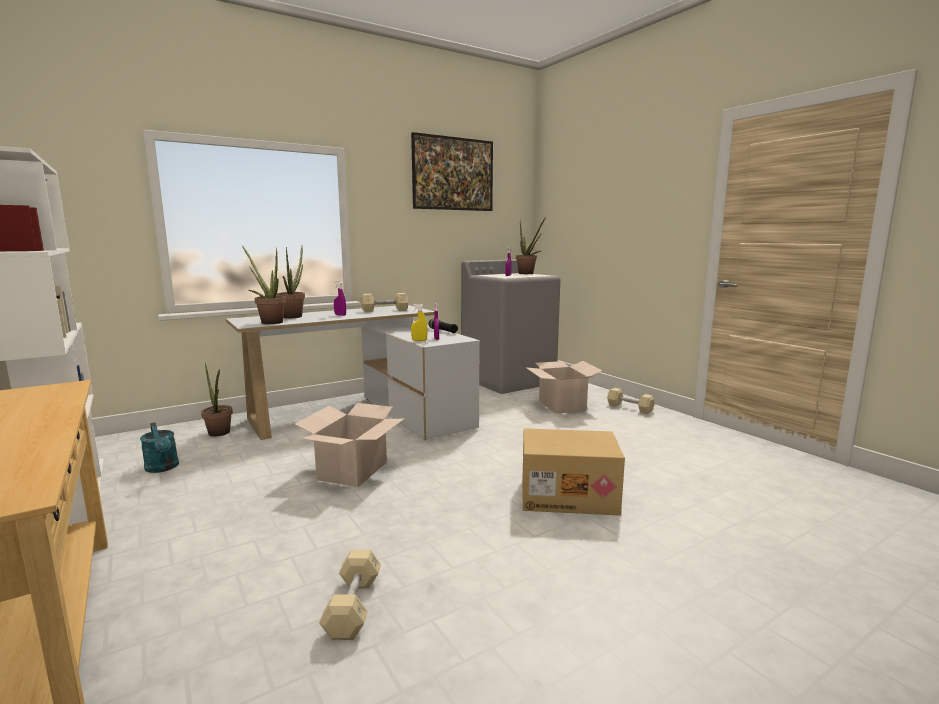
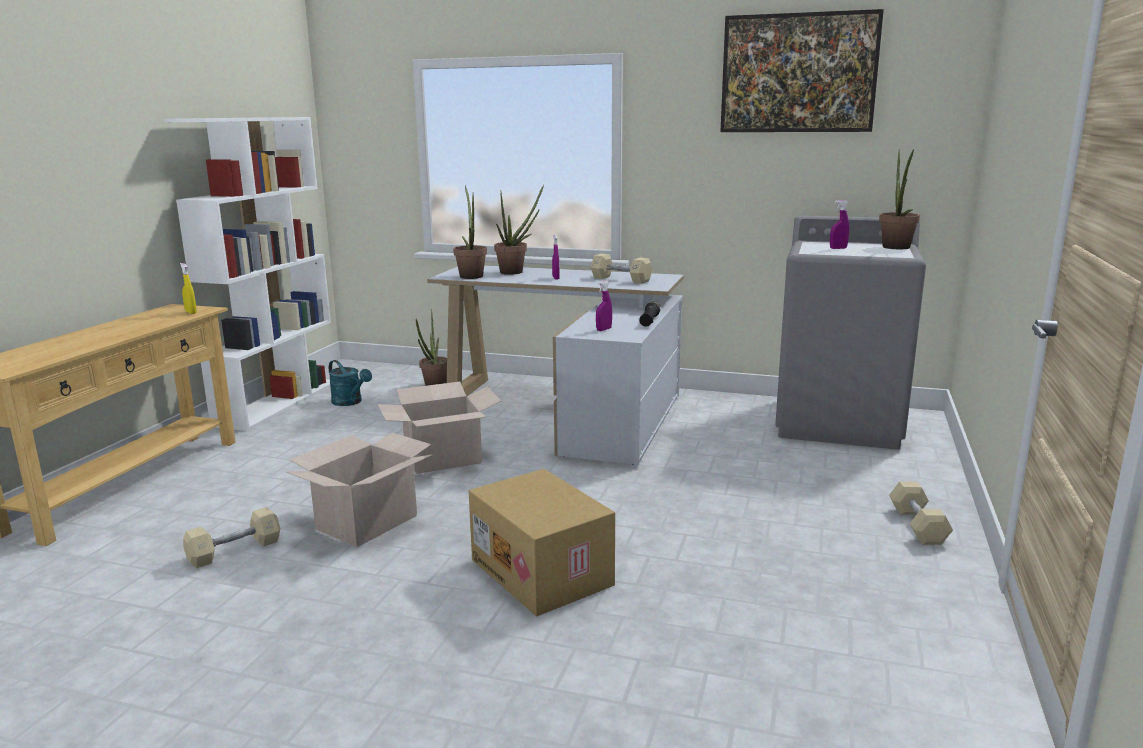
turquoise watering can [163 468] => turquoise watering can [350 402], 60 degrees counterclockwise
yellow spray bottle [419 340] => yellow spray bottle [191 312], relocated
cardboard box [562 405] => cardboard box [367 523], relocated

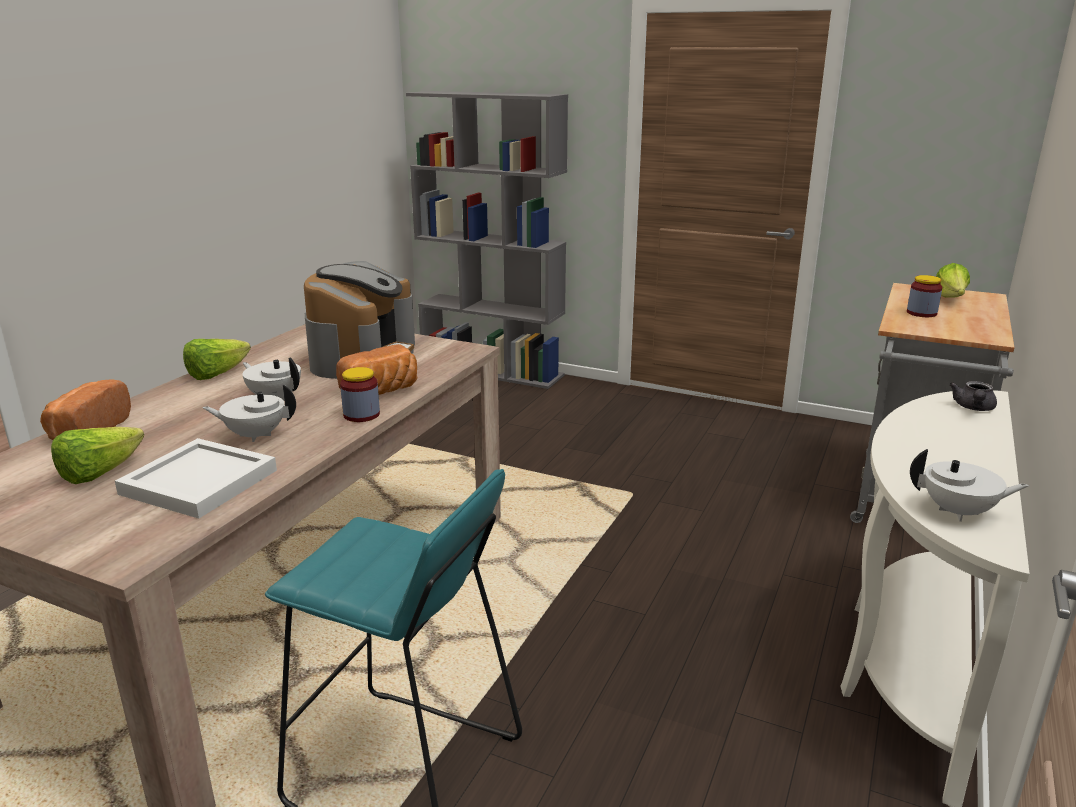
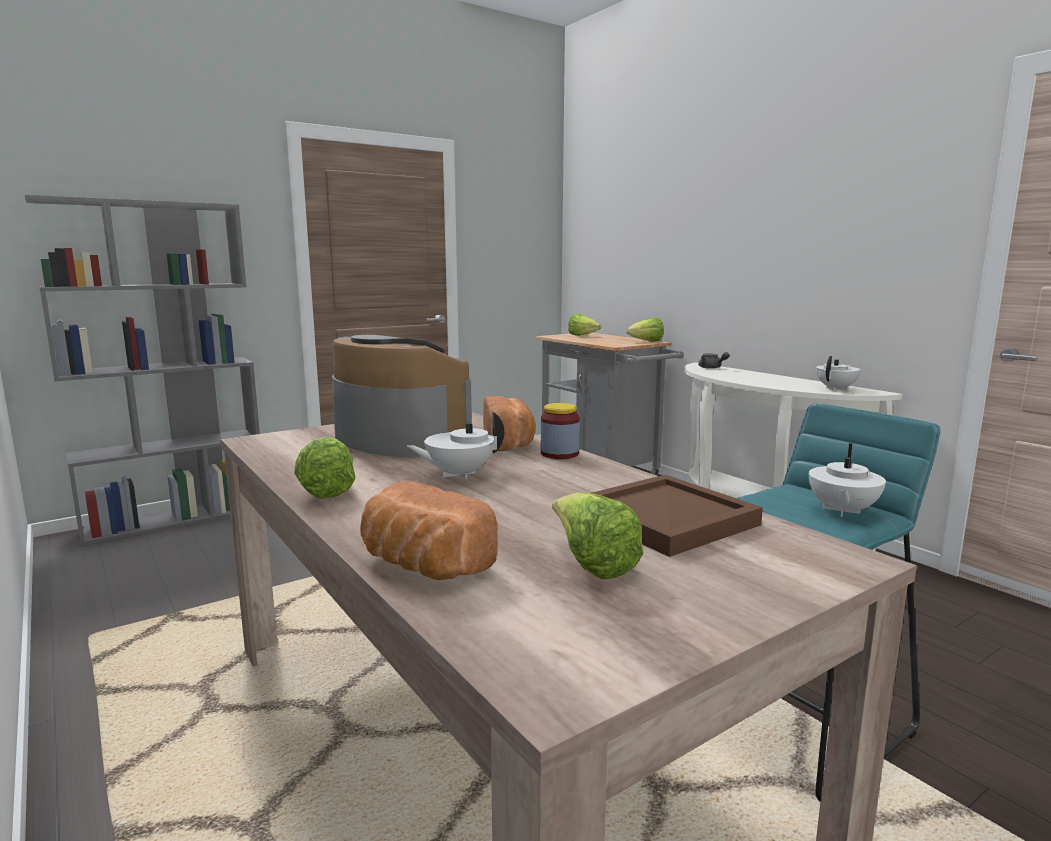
white tray [196 482] => brown tray [666 520]
white teapot [255 435] => white teapot [841 511], relocated
jar [921 313] => nothing
nothing => lettuce [646 342]

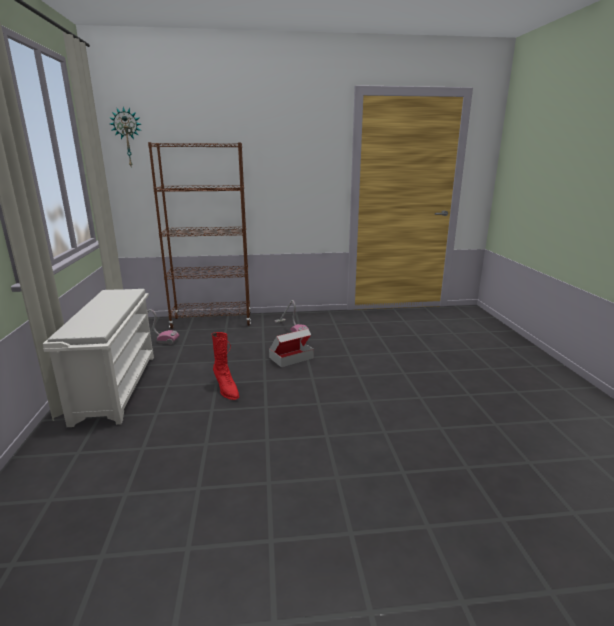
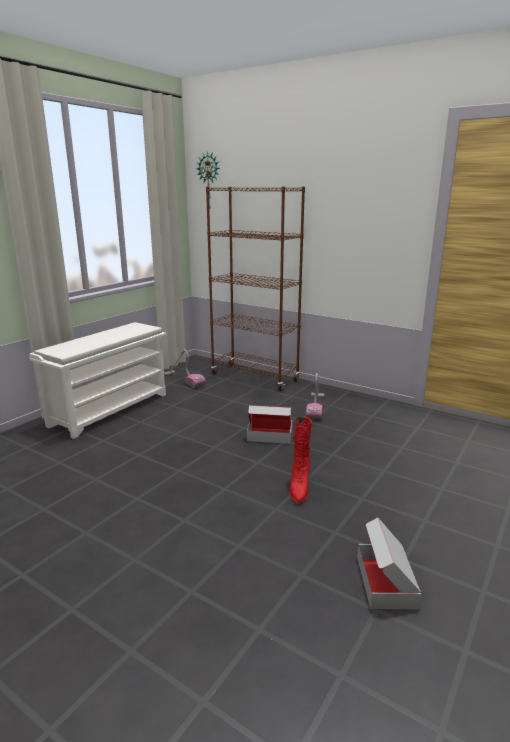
red boot [226 389] => red boot [299 487], relocated
nothing => cardboard box [386 582]

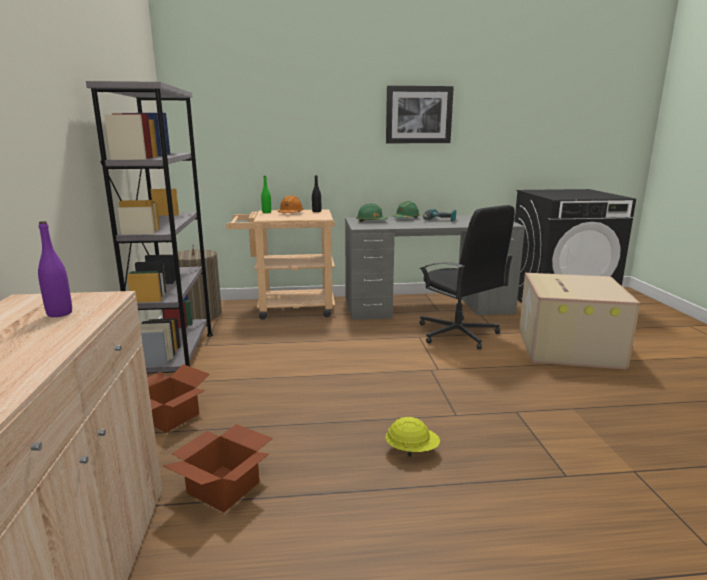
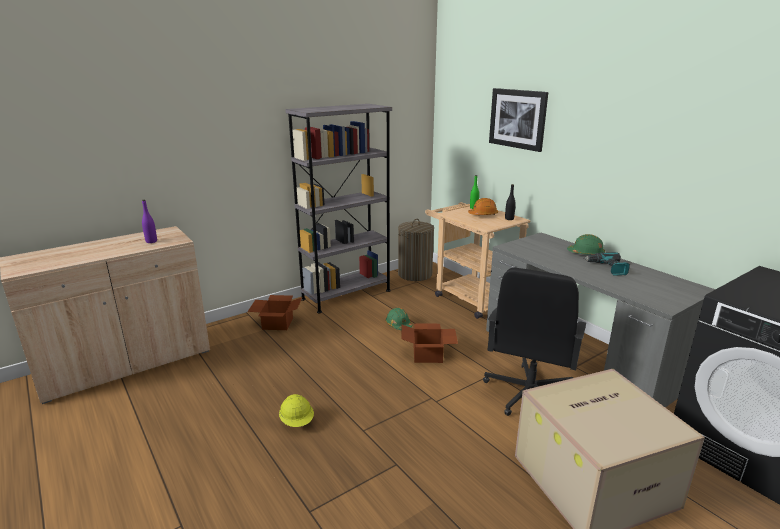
cardboard box [225 487] => cardboard box [428 355], relocated
green hard hat [371 221] => green hard hat [398 325], relocated
picture [418 115] => picture [517 119], relocated

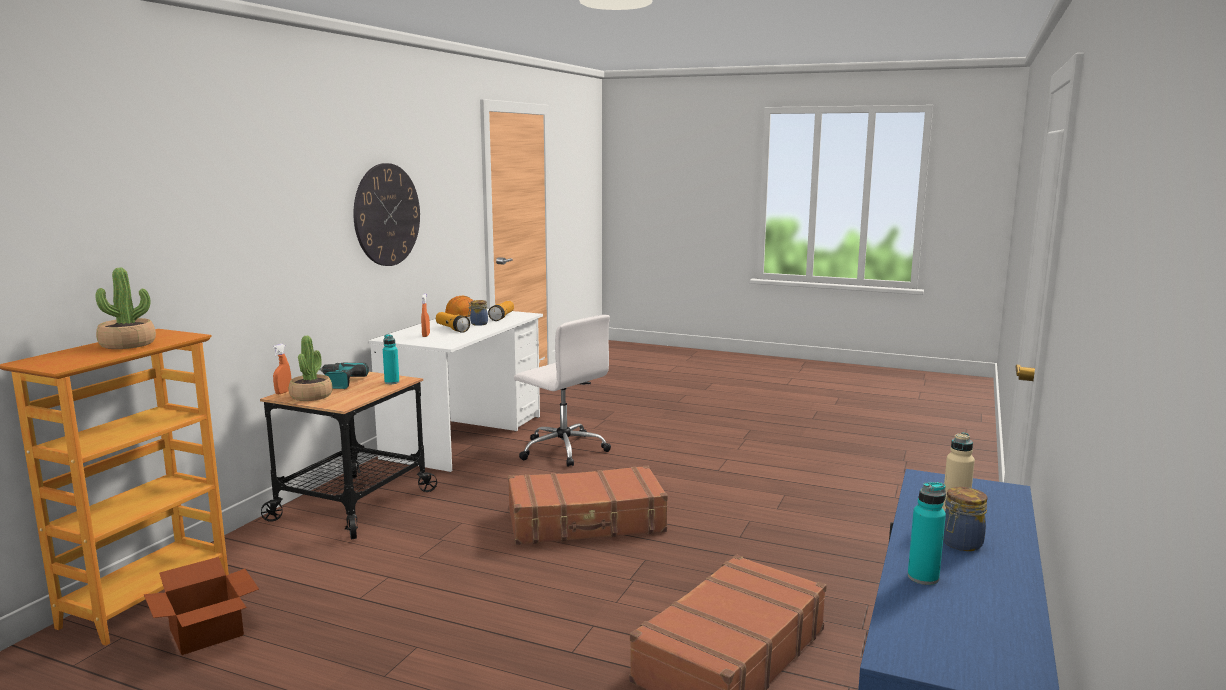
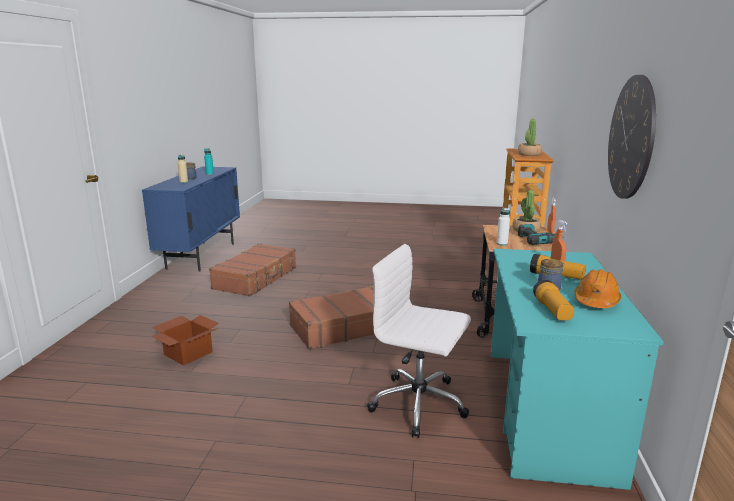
cardboard box [205 633] => cardboard box [188 352], relocated
white desk [465 437] => turquoise desk [546 411]
turquoise bottle [392 382] => white bottle [502 244]

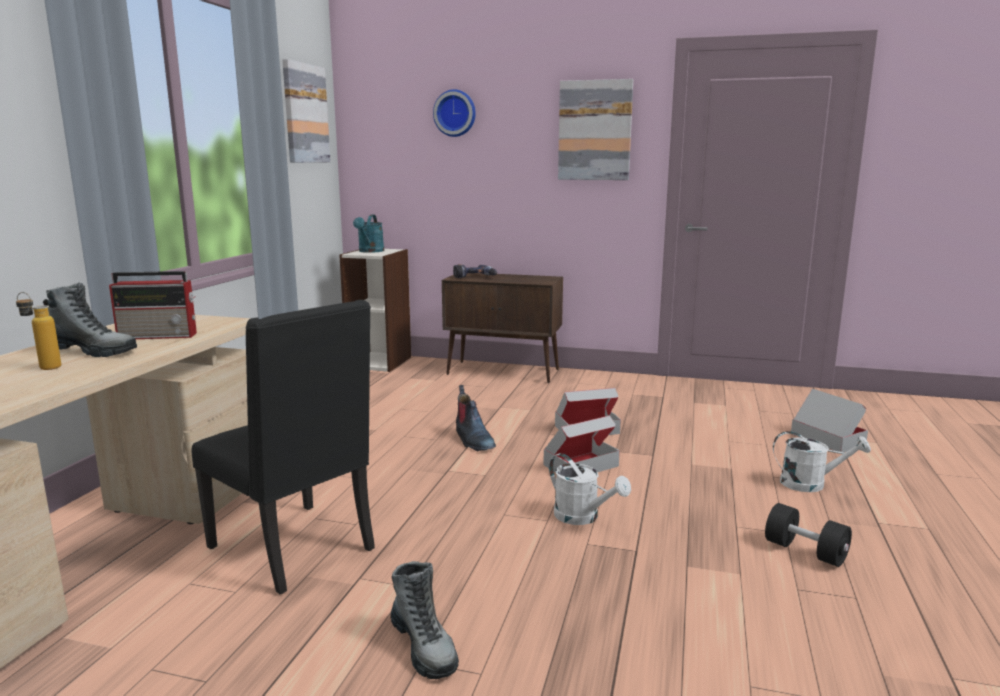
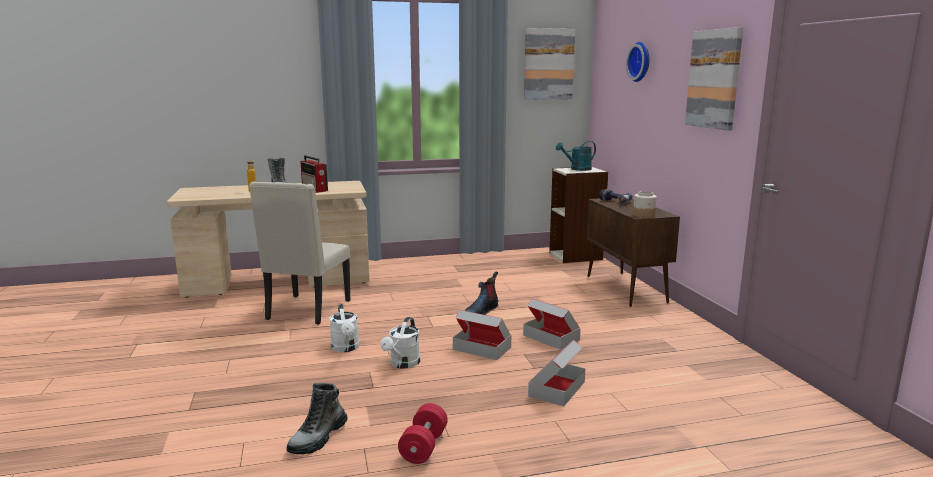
black chair [296 548] => beige chair [307 310]
boot [424 646] => boot [318 438], relocated
black dumbbell [805 551] => red dumbbell [423 447]
white watering can [811 484] => white watering can [346 348], relocated
cardboard box [827 439] => cardboard box [557 389], relocated
nothing => jar [644 215]

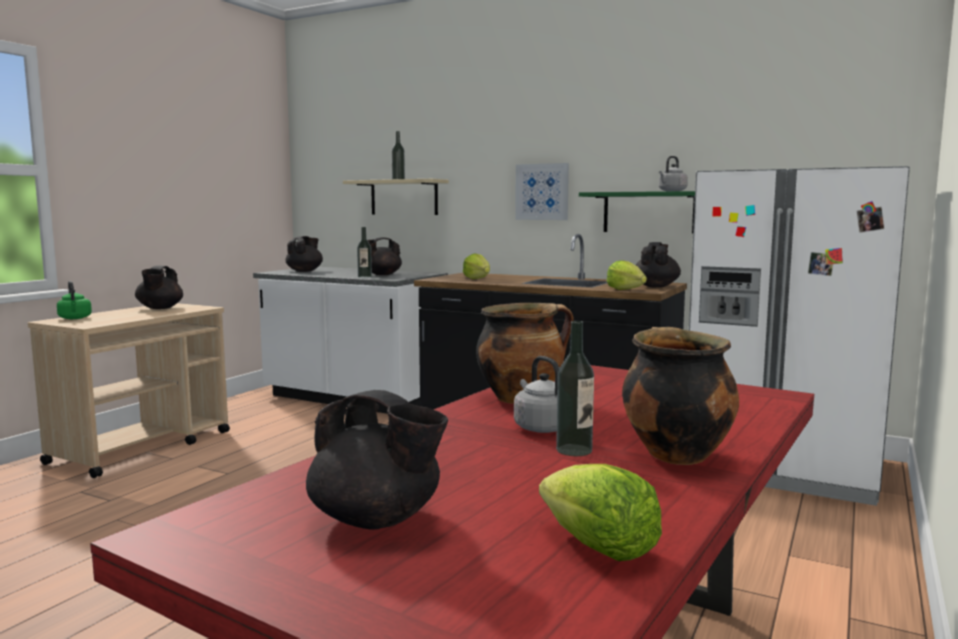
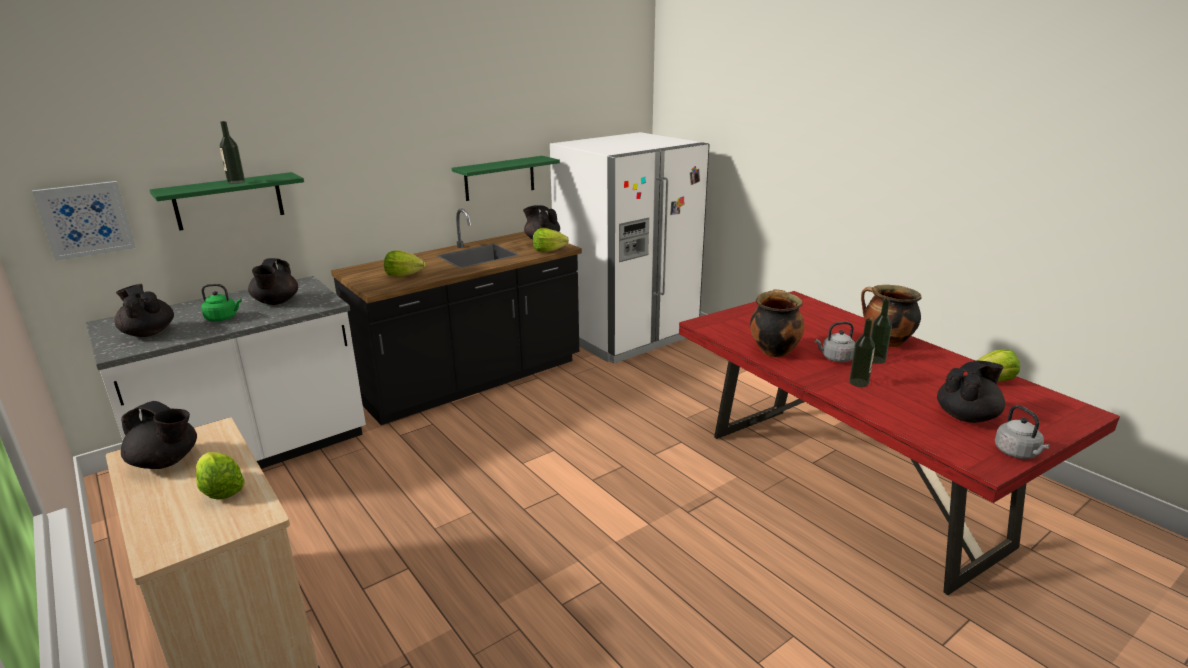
green kettle [75 318] => green kettle [223 318], relocated
beige shelf [404 197] => green shelf [229 201]
bottle [364 277] => bottle [858 382], relocated
picture [542 192] => picture [86 219], relocated
grey kettle [671 191] => grey kettle [1018 453], relocated
nothing => lettuce [221 490]

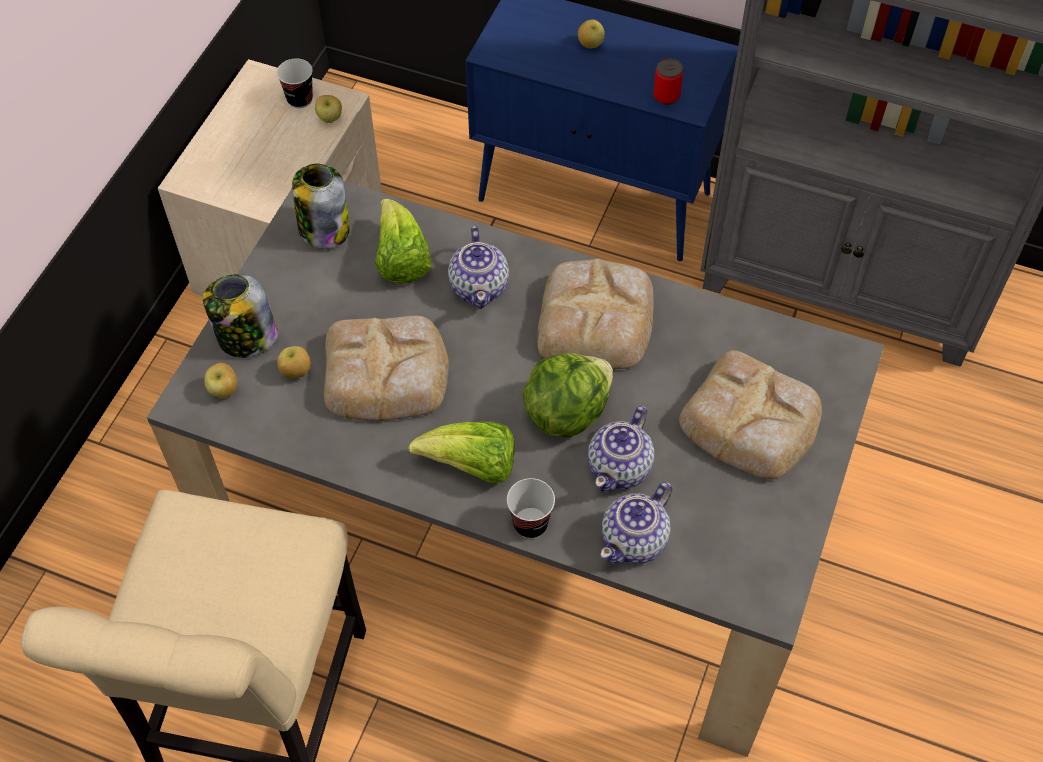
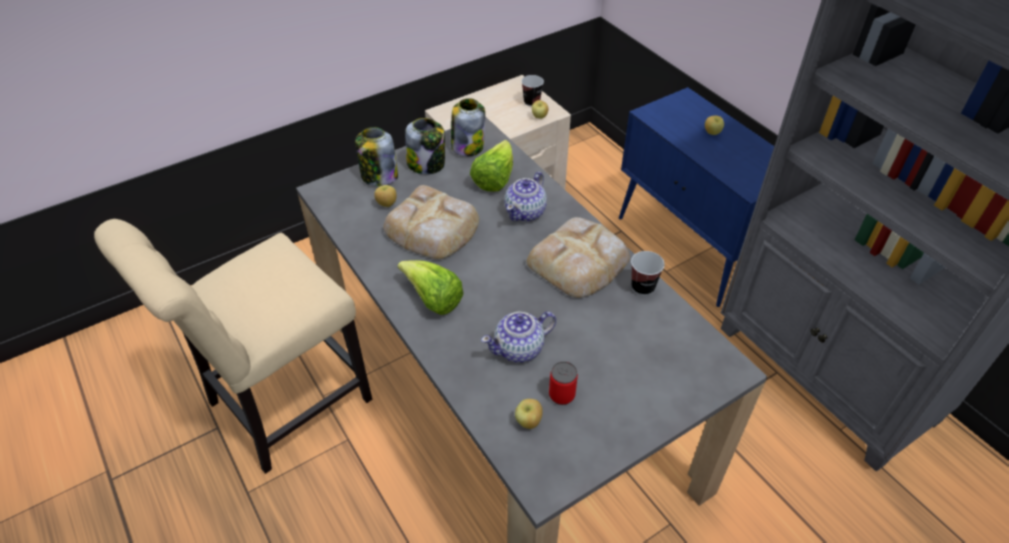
apple [224 390] => apple [529 422], relocated
cup [530 524] => cup [642 287], relocated
lettuce [566 412] => nothing
teapot [635 540] => nothing
can [666 96] => can [562 395], relocated
bread [751 422] => nothing
nothing => jar [427 164]

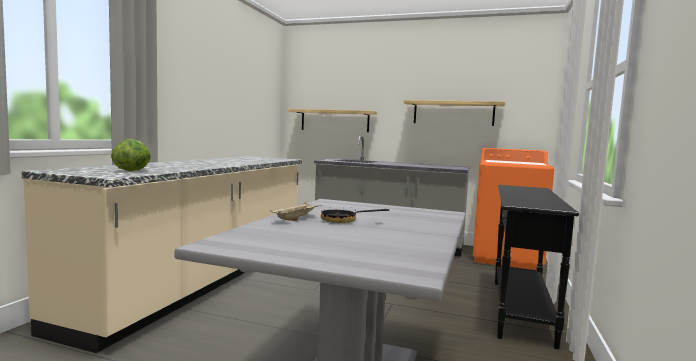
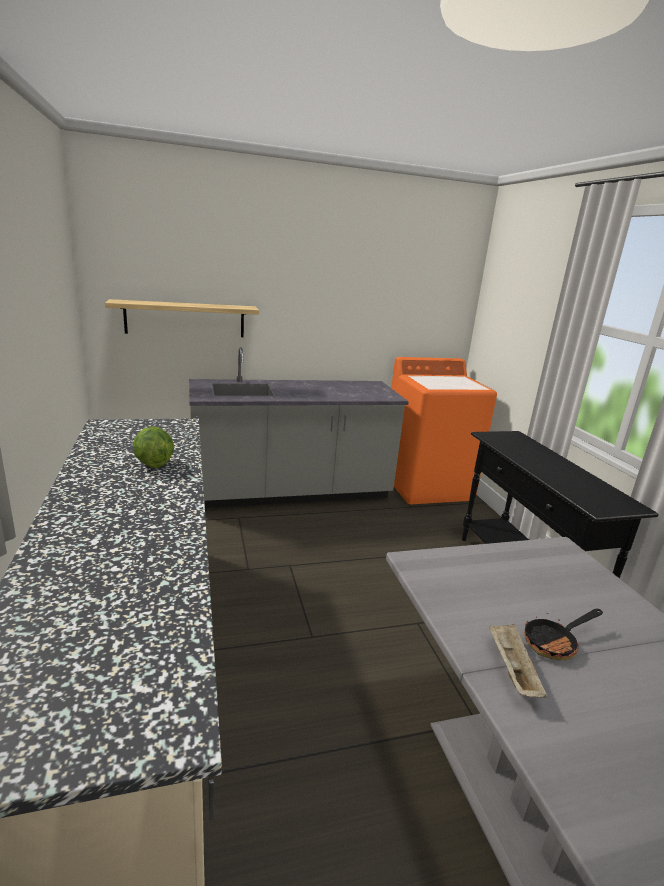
lettuce [132 170] => lettuce [153 463], relocated
shelf [453 113] => nothing

